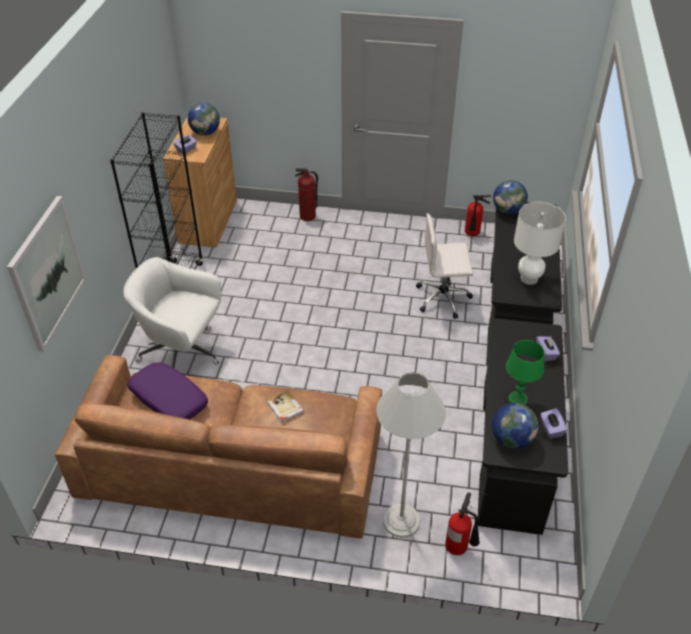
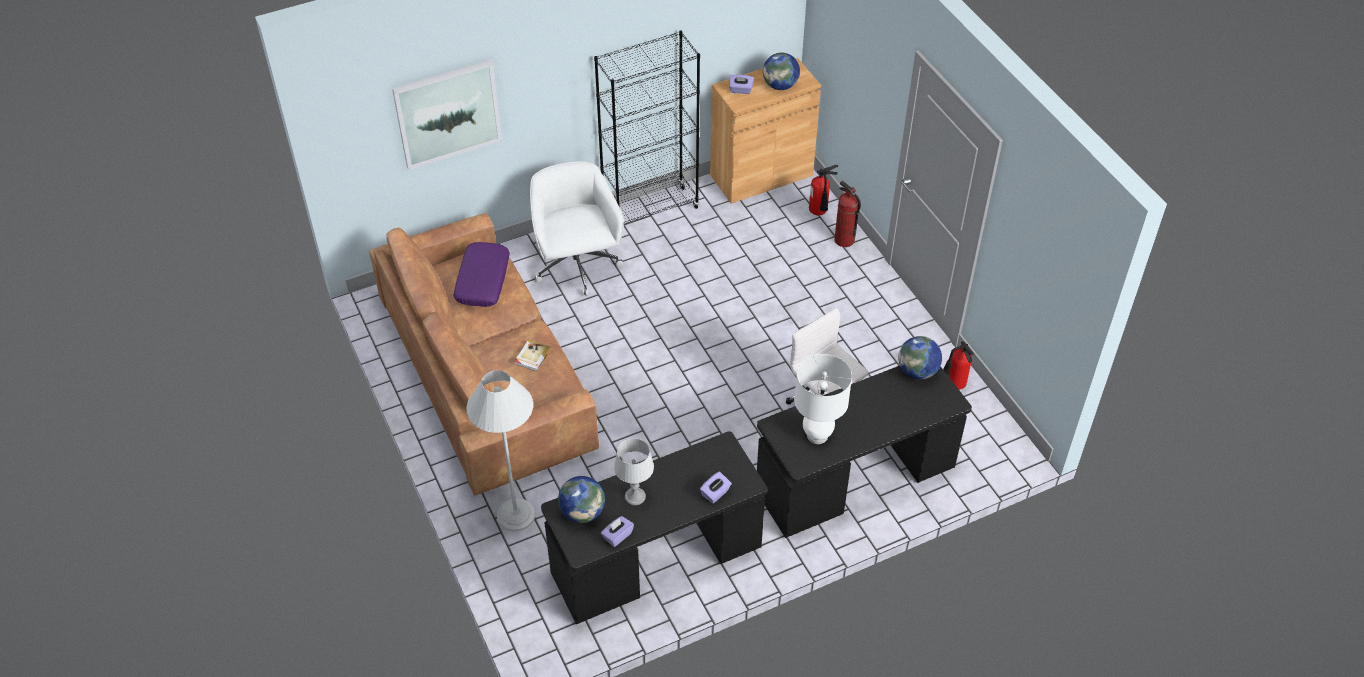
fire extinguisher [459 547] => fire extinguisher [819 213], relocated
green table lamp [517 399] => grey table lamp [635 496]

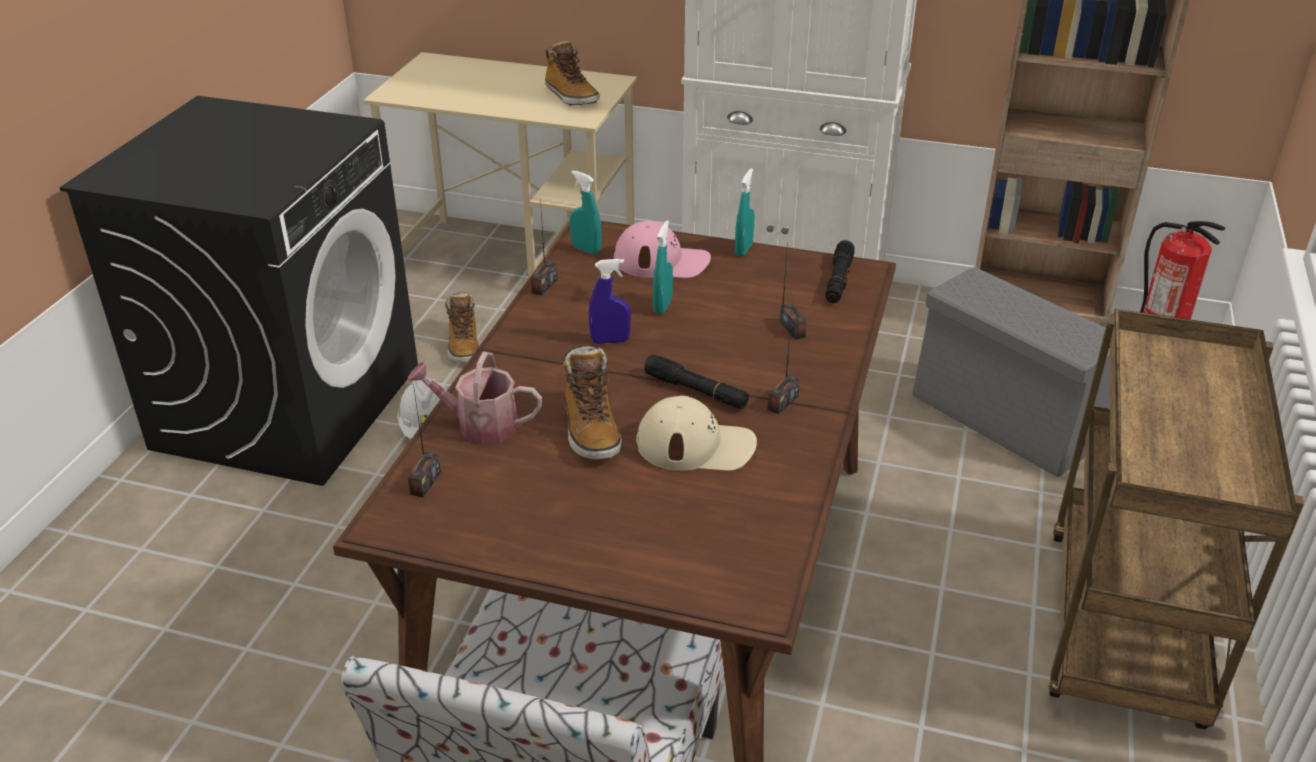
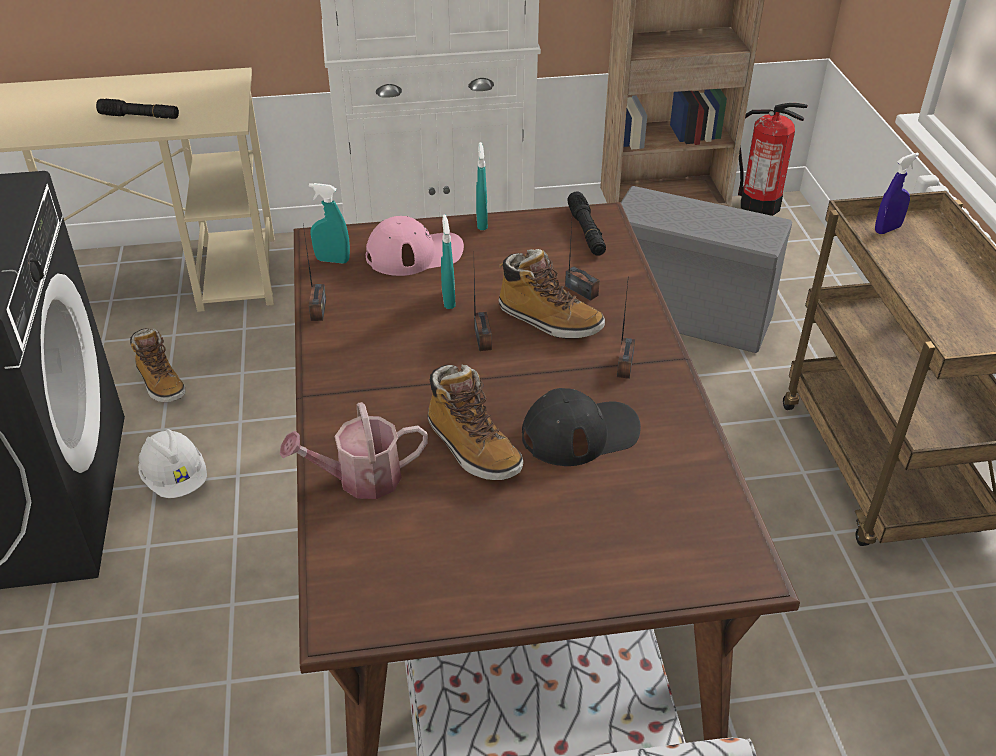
radio [425 483] => radio [482 339], relocated
boot [571 96] => boot [548 321], relocated
blue spray bottle [610 341] => blue spray bottle [887 229], relocated
beige cap [696 445] => black cap [580 432]
black flashlight [696 391] => black flashlight [140 116], relocated

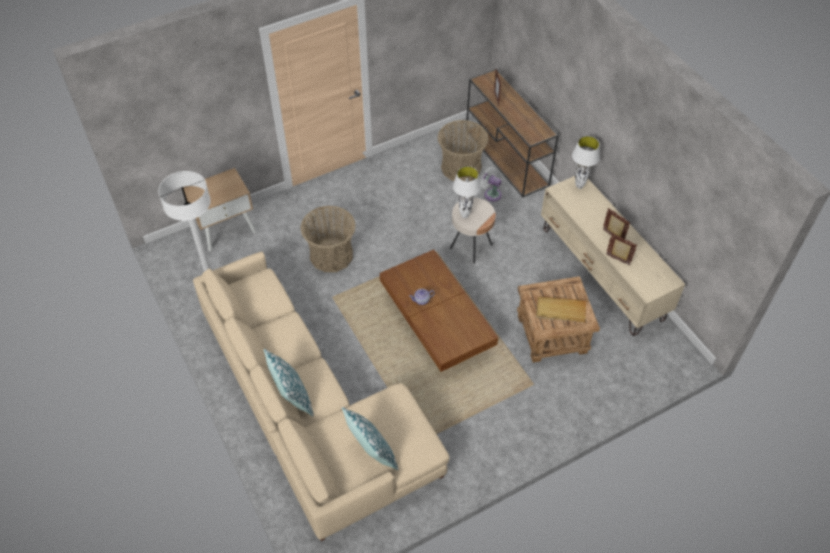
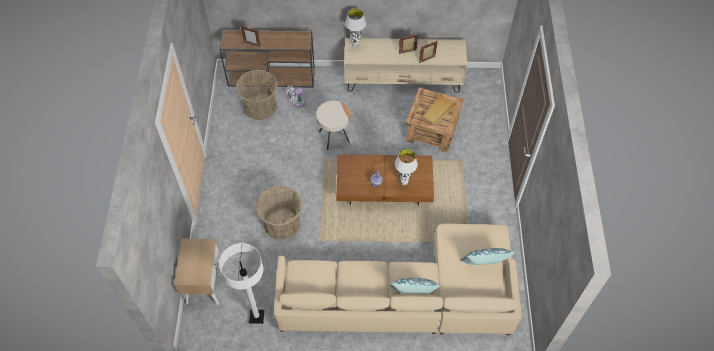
white table lamp [465 215] => white table lamp [404 182], relocated

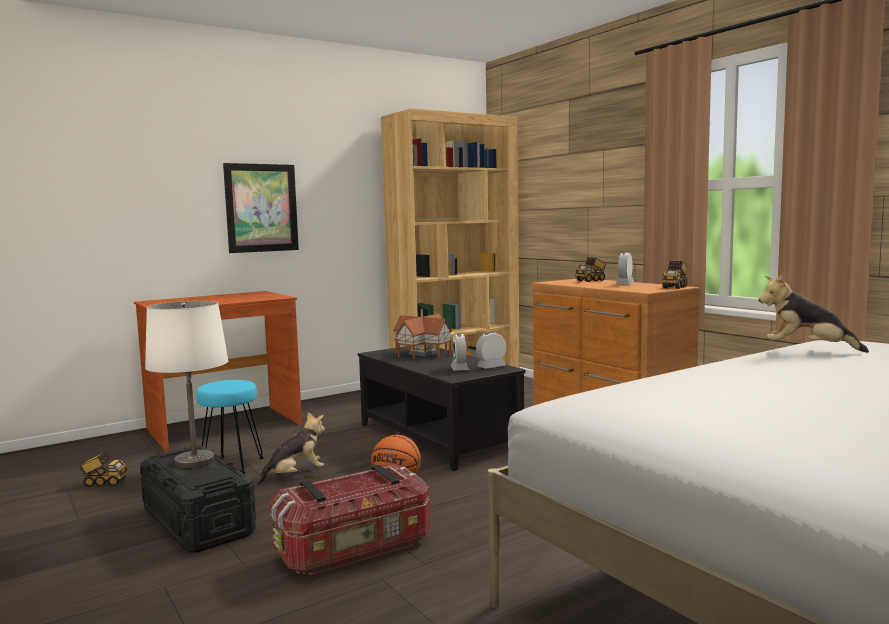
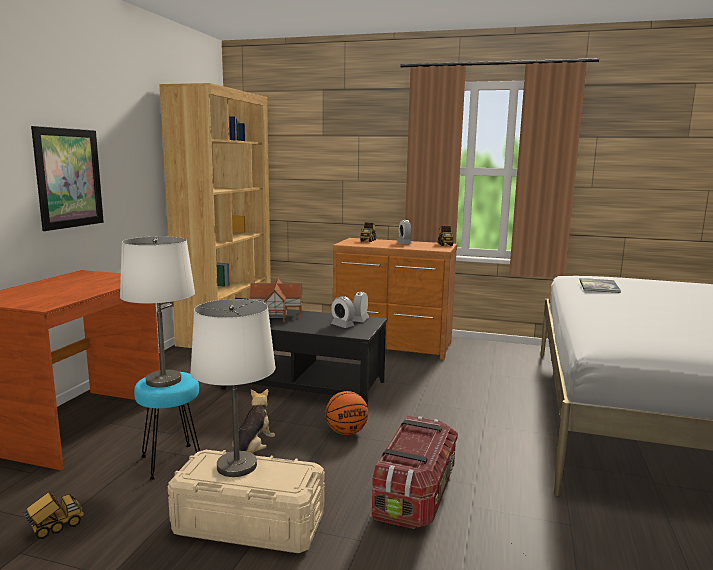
black storage box [198 521] => beige storage box [249 524]
plush toy [807 350] => book [599 286]
nothing => white table lamp [164 380]

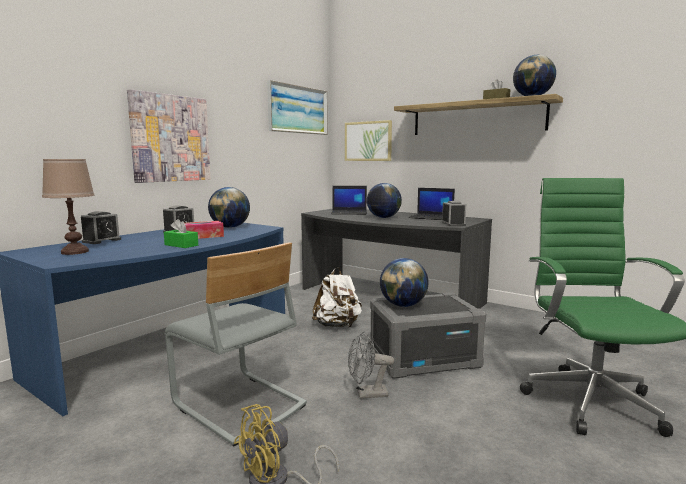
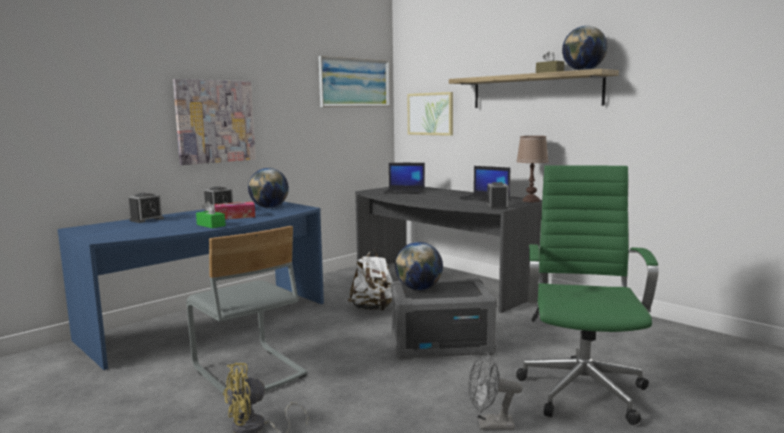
brown table lamp [75 252] => brown table lamp [531 201], relocated
grey fan [367 394] => grey fan [489 425], relocated
globe [383 217] => nothing

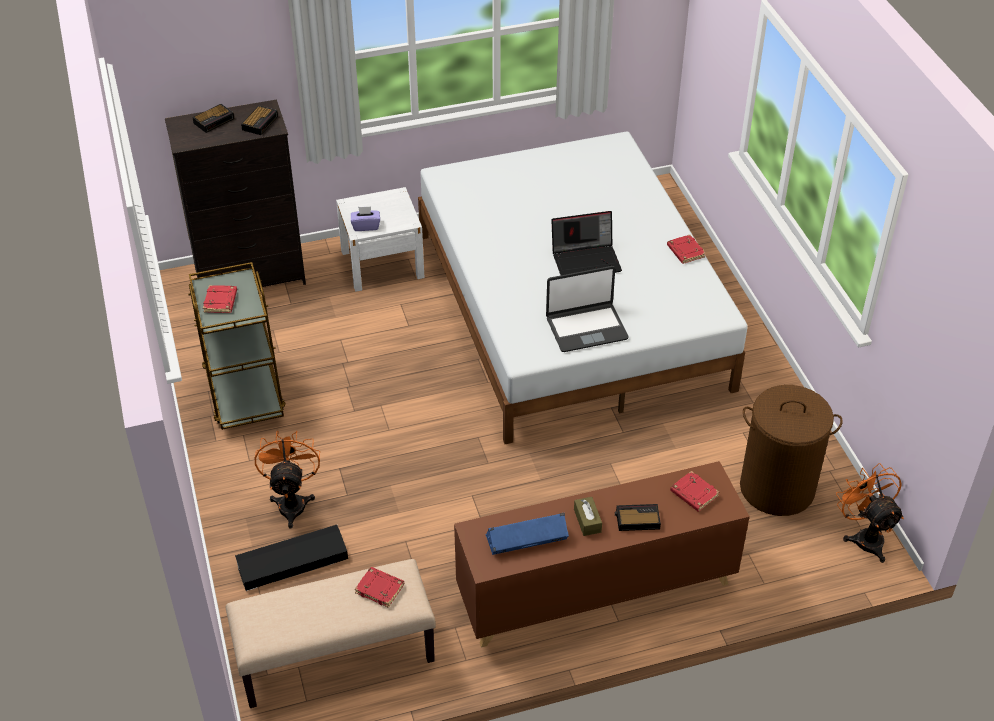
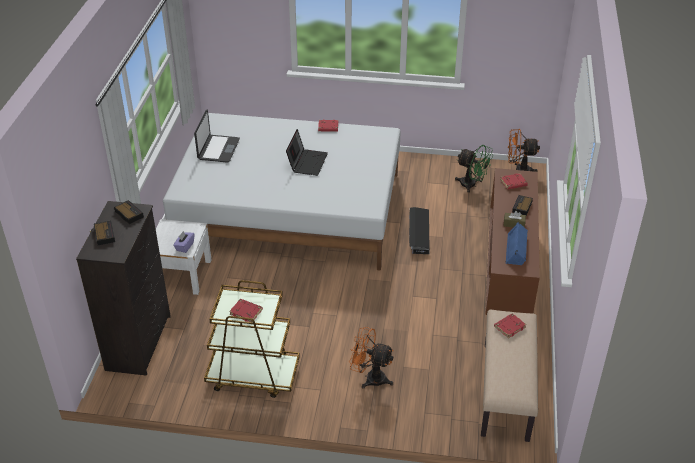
black storage box [292 562] => black storage box [418 234], relocated
laptop [586 328] => laptop [218 149], relocated
brown laundry basket [777 487] => green fan [472 185]

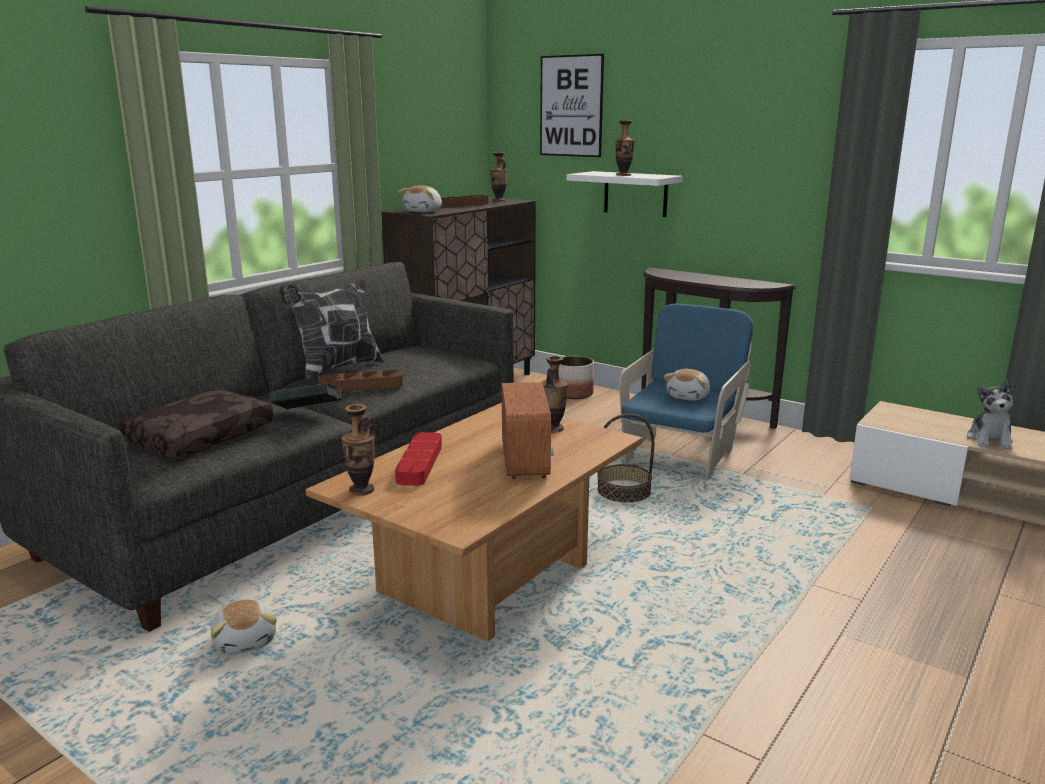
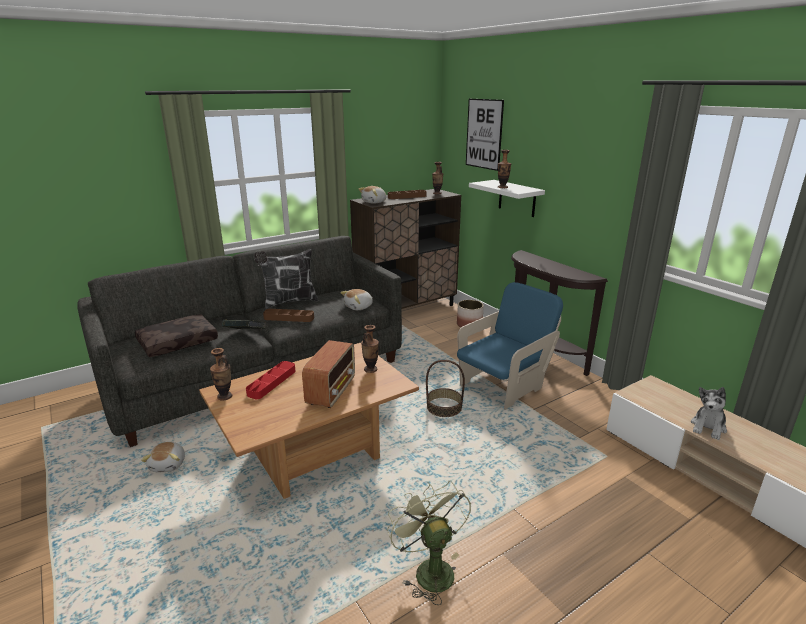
plush toy [689 397] => plush toy [359 307], relocated
nothing => green fan [429 569]

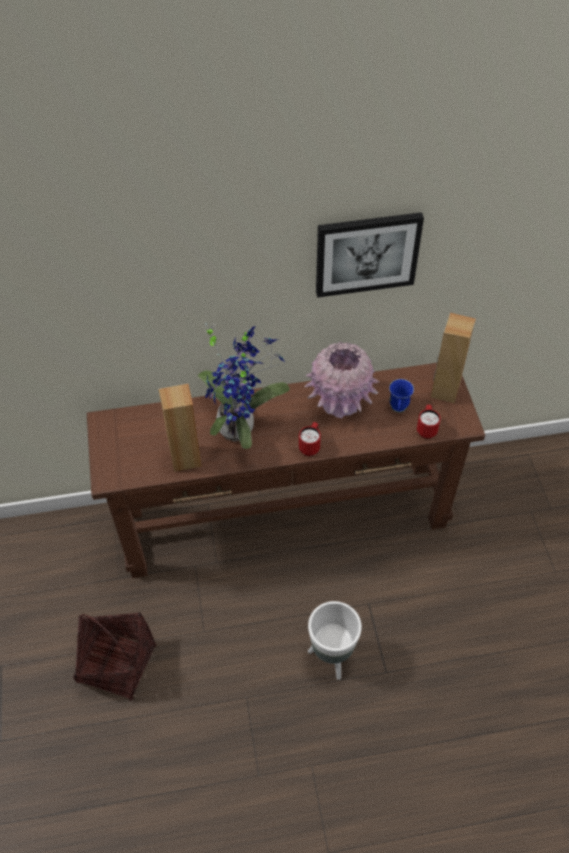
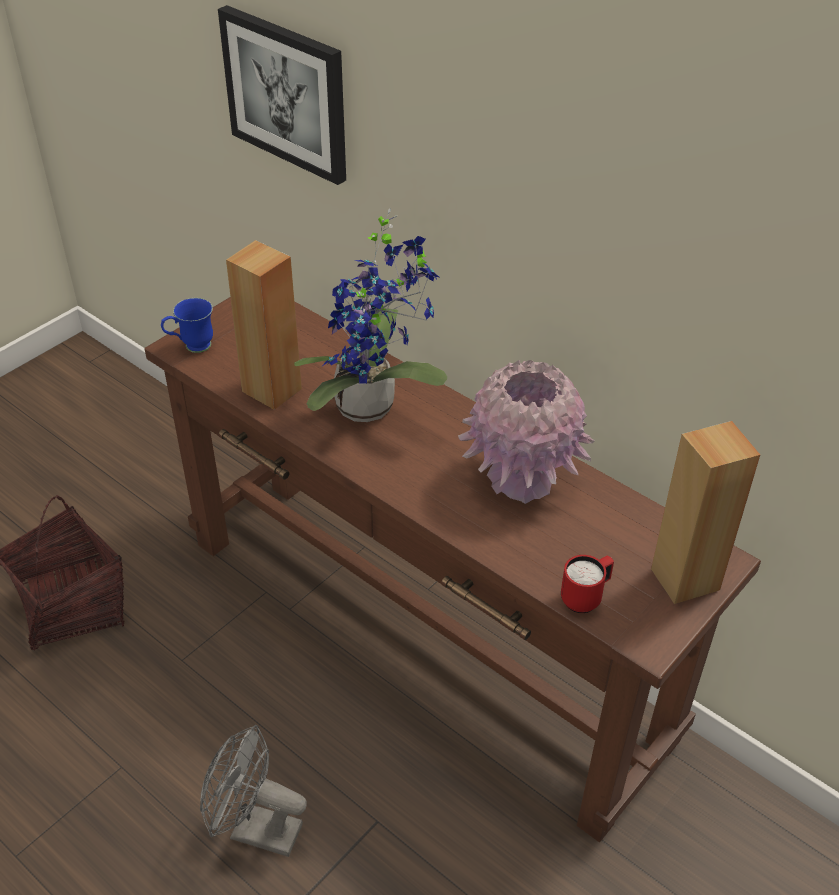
red mug [310 446] => nothing
white planter [332 657] => grey fan [255 830]
picture [366 253] => picture [287 93], relocated
blue mug [398 409] => blue mug [191 347], relocated

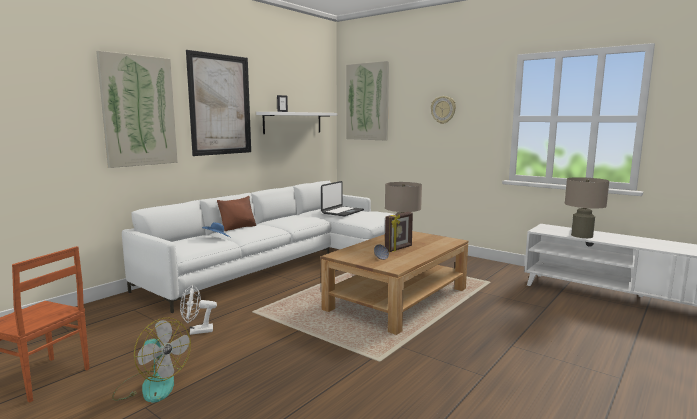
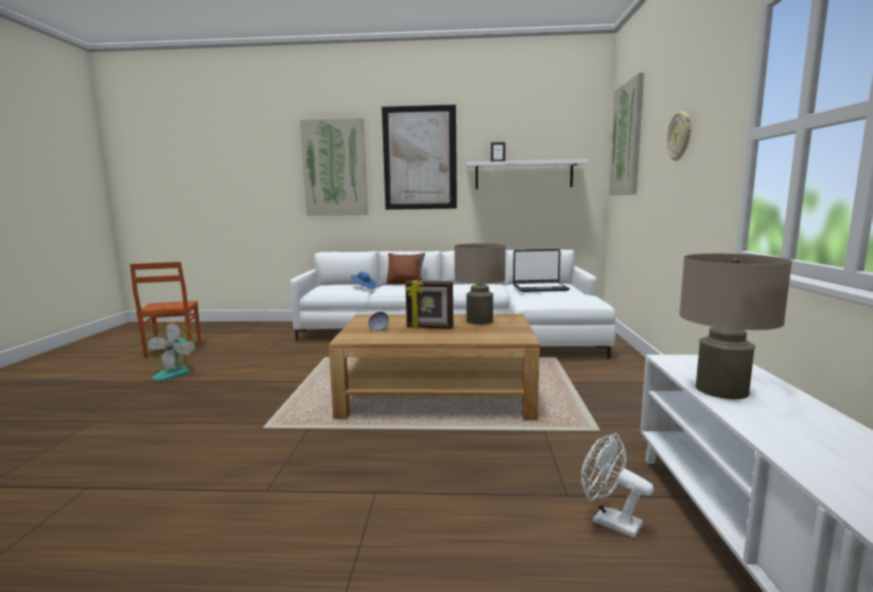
white fan [197 331] => white fan [609 521], relocated

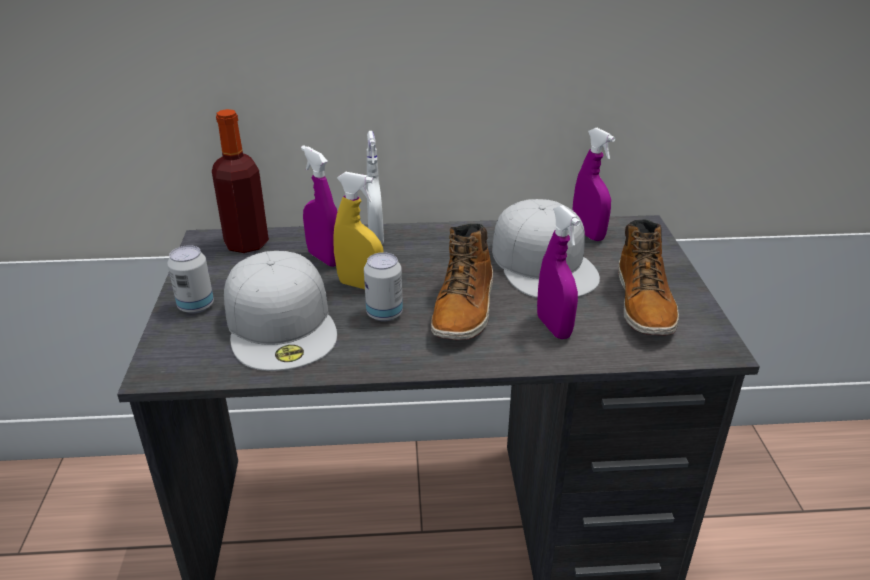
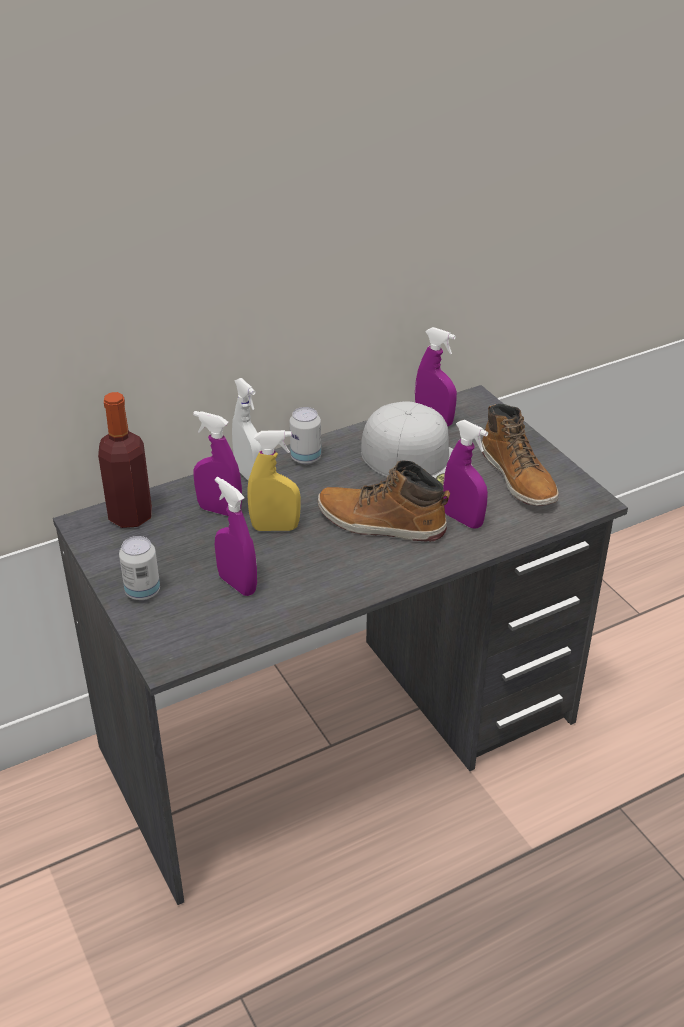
white cap [282 324] => purple spray bottle [237 584]
can [384 314] => can [306 458], relocated
boot [465 308] => boot [381 523], 120 degrees clockwise

